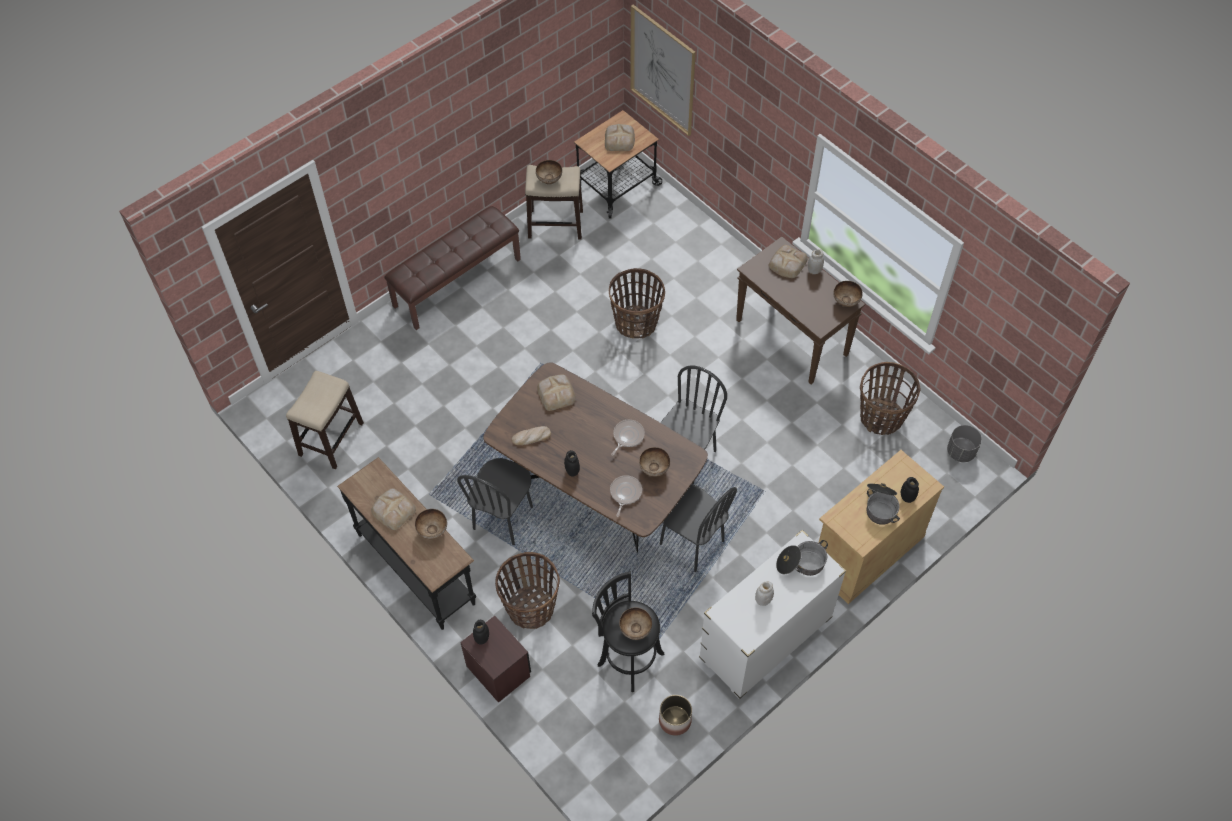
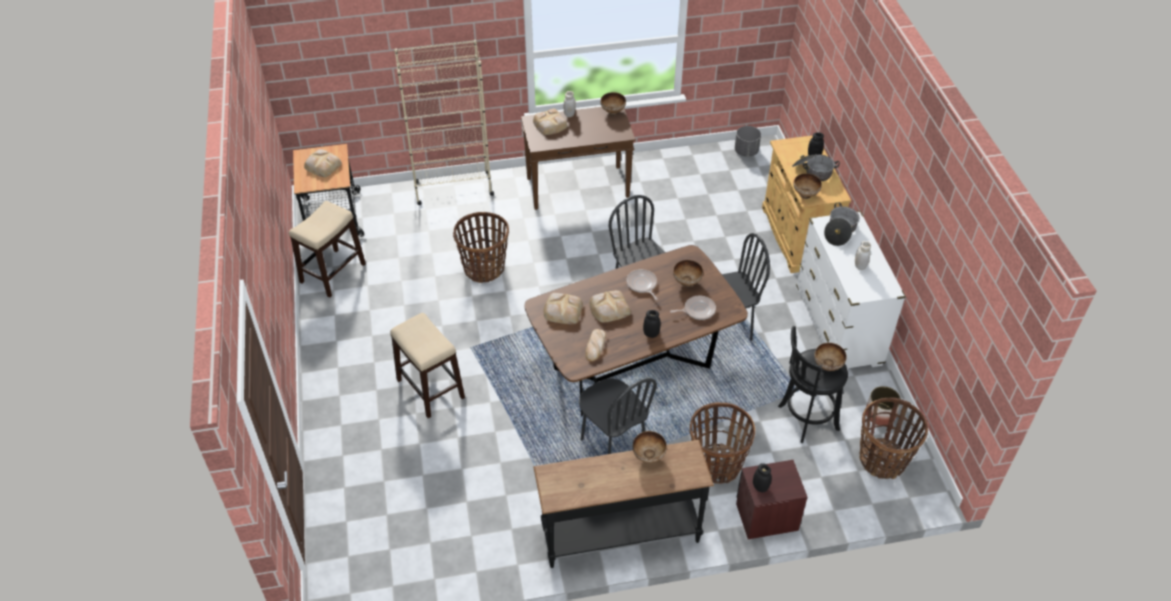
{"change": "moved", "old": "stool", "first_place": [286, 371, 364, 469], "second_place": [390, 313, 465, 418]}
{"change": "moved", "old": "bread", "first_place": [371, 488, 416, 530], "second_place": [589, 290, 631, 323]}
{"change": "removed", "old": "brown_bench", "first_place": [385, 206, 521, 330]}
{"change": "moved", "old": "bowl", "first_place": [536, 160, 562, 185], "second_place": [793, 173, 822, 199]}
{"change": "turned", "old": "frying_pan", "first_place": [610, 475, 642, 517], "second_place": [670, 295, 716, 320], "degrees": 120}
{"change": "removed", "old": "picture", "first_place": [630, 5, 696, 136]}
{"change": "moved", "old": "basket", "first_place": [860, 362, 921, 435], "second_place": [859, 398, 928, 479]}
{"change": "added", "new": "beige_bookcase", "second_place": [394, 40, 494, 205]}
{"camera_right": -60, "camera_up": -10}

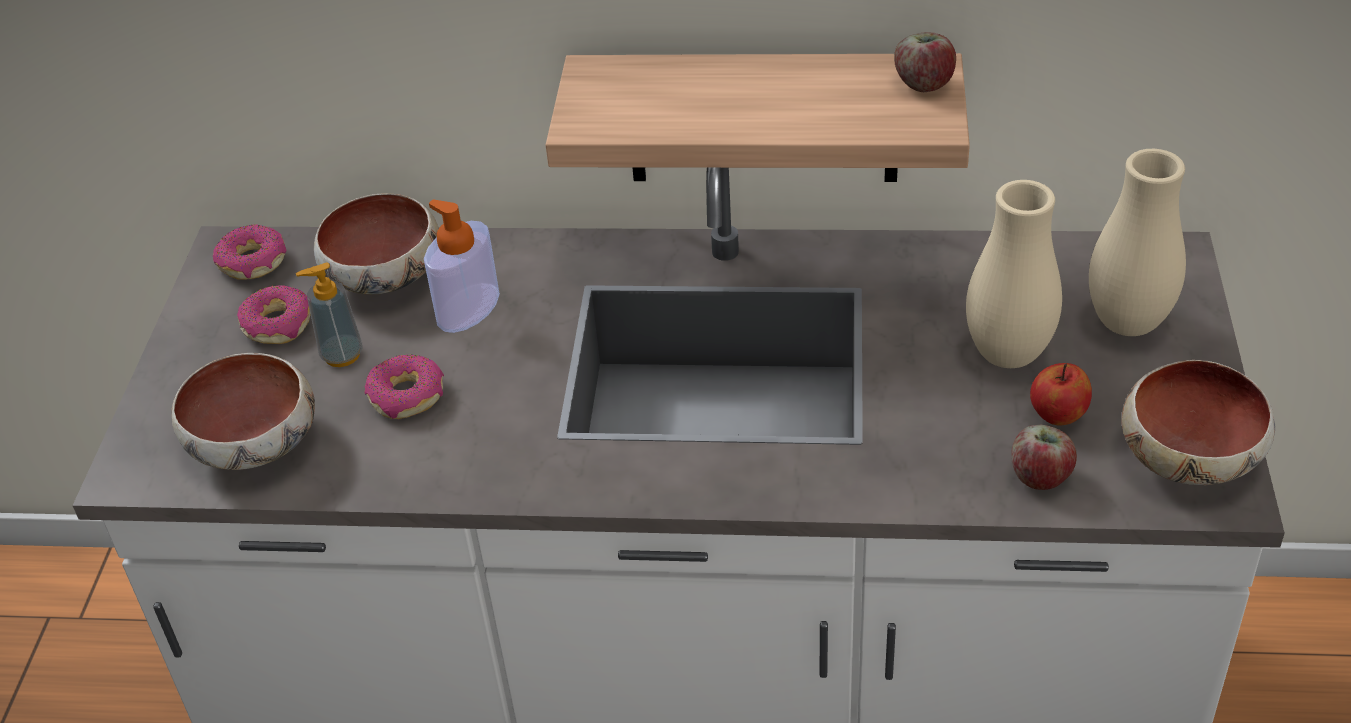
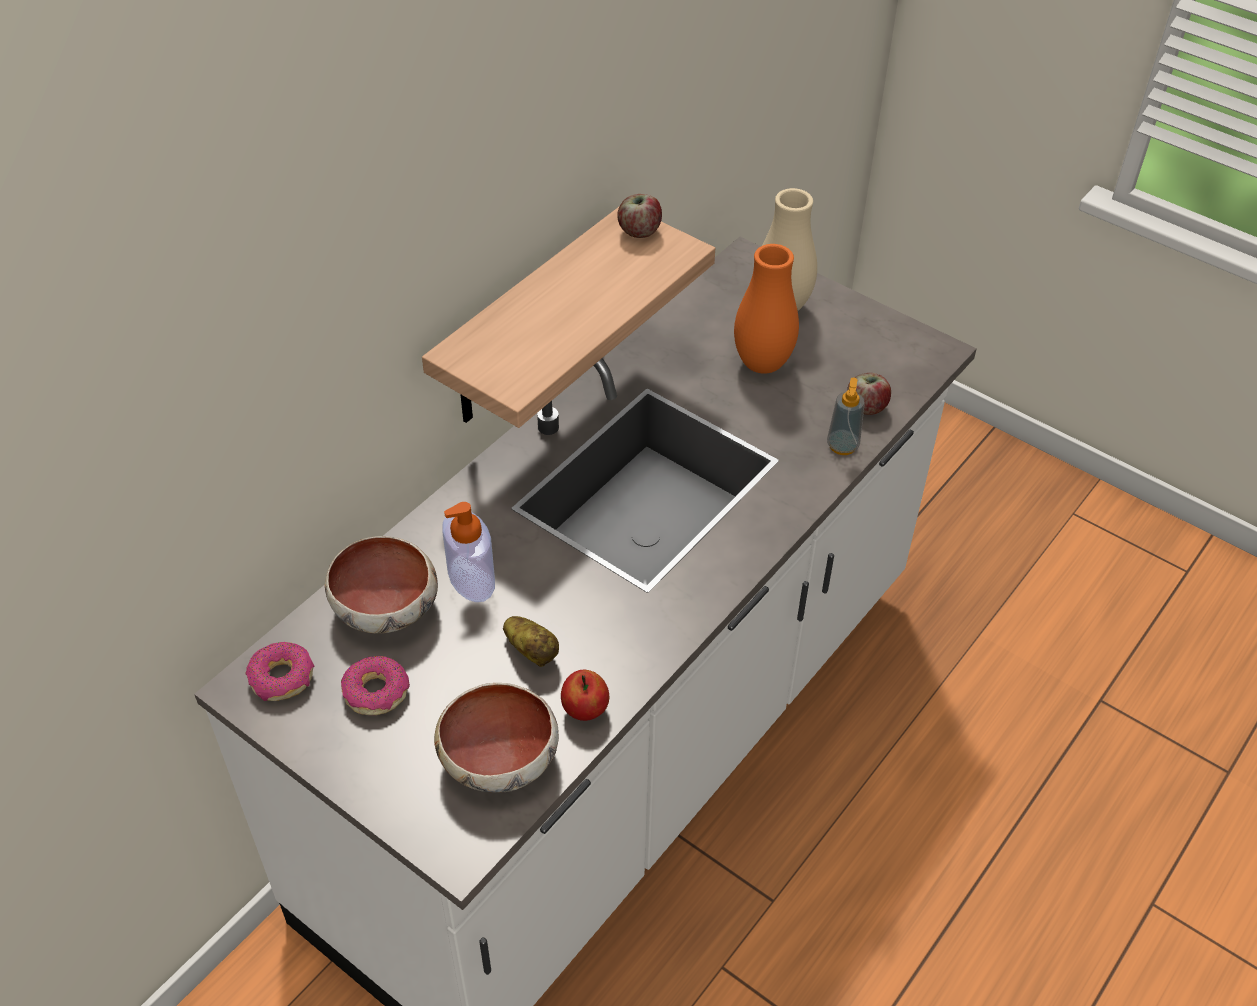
{"change": "moved", "old": "soap_dispenser", "first_place": [296, 262, 363, 367], "second_place": [827, 377, 865, 455]}
{"change": "replaced", "old": "donut", "new": "potato", "first_place": [365, 354, 444, 419], "second_place": [503, 616, 559, 667]}
{"change": "recoloured", "old": "beige_vase", "new": "orange_vase", "first_place": [966, 180, 1062, 368], "second_place": [734, 244, 799, 374]}
{"change": "moved", "old": "apple", "first_place": [1030, 363, 1092, 425], "second_place": [561, 670, 609, 721]}
{"change": "removed", "old": "bowl", "first_place": [1122, 360, 1275, 485]}
{"camera_right": -60, "camera_up": 5}

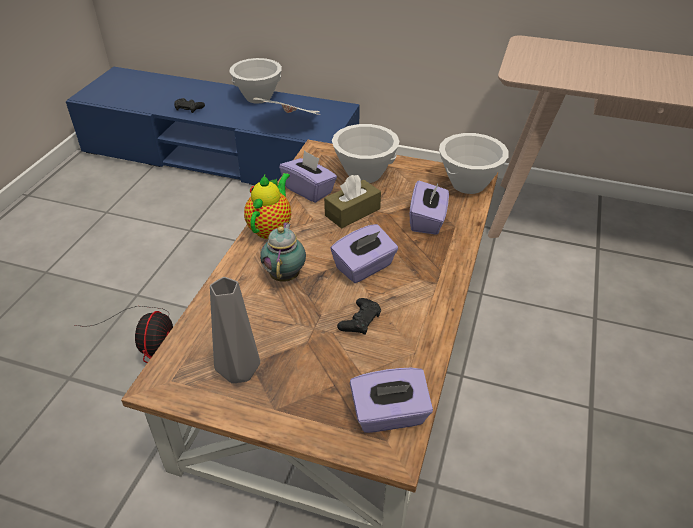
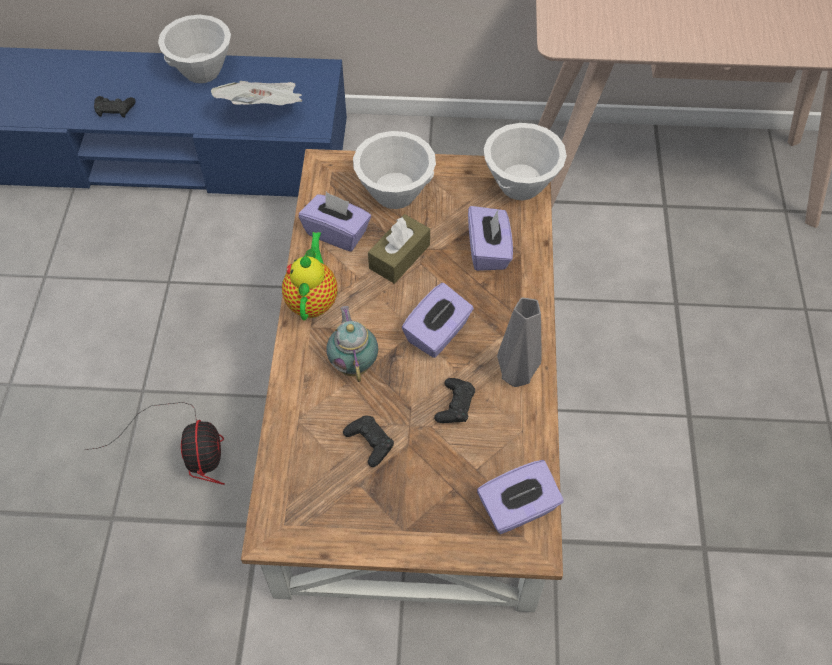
{"change": "moved", "old": "grey_vase", "first_place": [210, 277, 260, 384], "second_place": [497, 298, 541, 387]}
{"change": "added", "new": "black_game_controller", "second_place": [343, 415, 394, 467]}
{"camera_right": -15, "camera_up": 15}

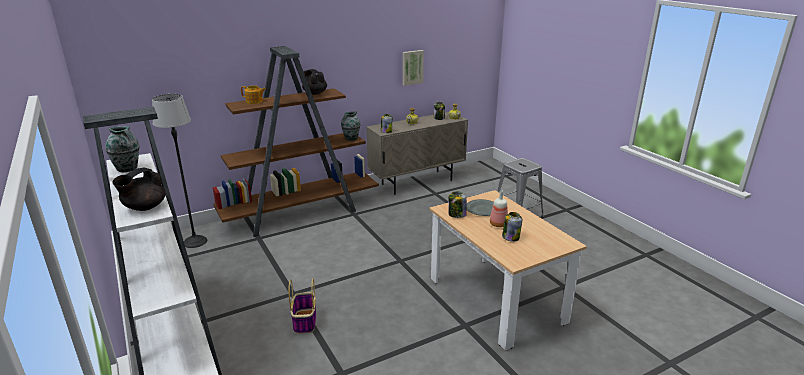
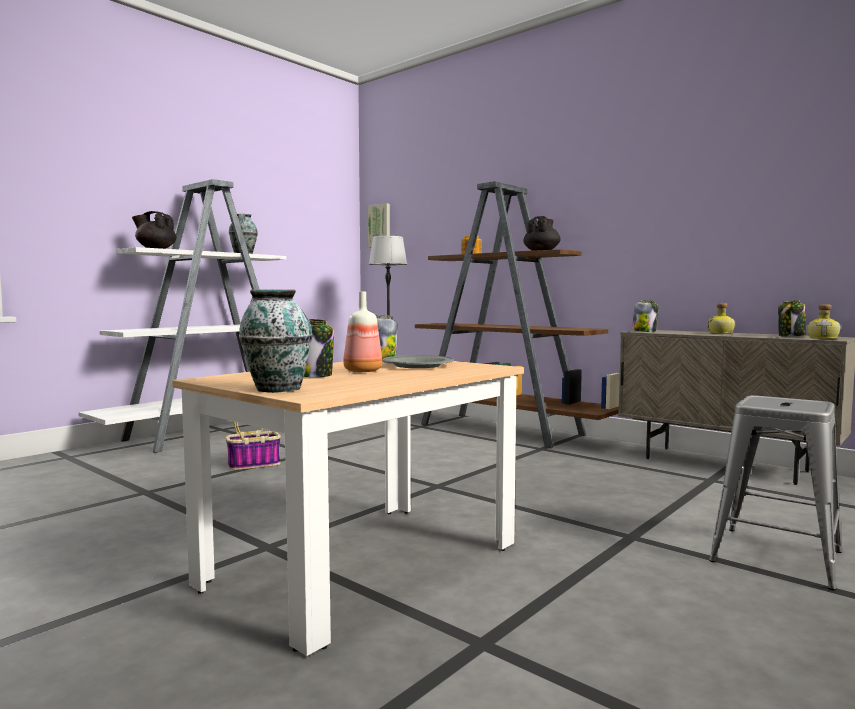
{"change": "moved", "old": "vase", "first_place": [341, 111, 360, 141], "second_place": [239, 289, 313, 393]}
{"change": "moved", "old": "picture", "first_place": [403, 50, 424, 86], "second_place": [367, 203, 390, 248]}
{"camera_right": 70, "camera_up": -20}

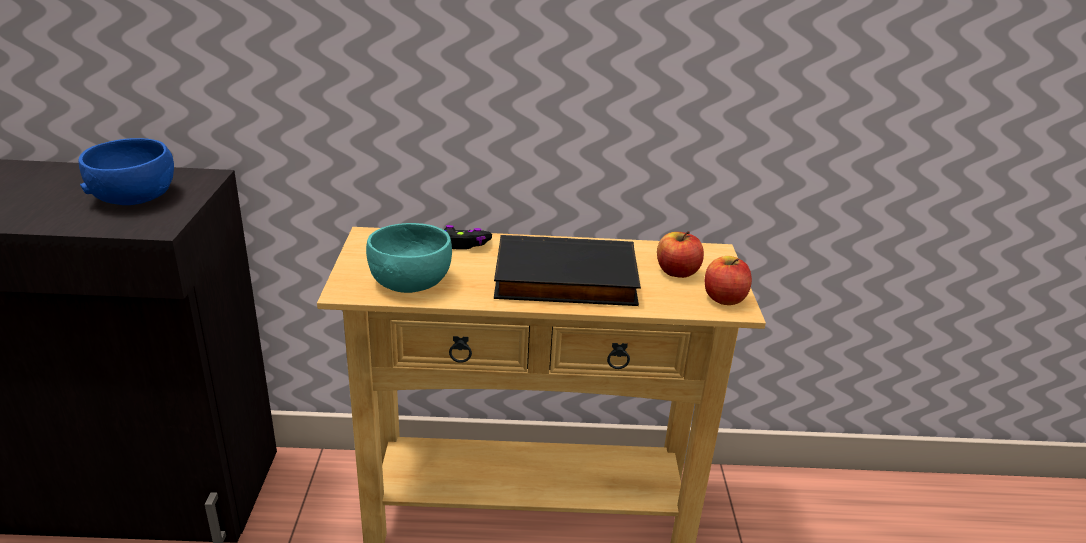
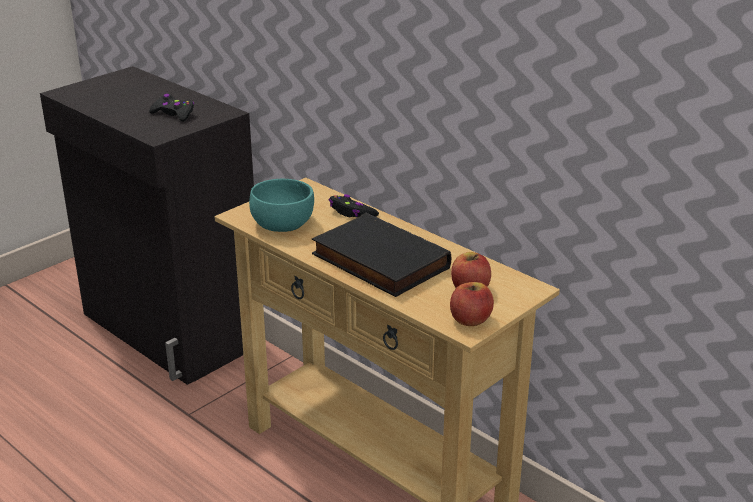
{"change": "replaced", "old": "blue_bowl", "new": "black_game_controller", "first_place": [78, 138, 174, 205], "second_place": [149, 94, 194, 121]}
{"camera_right": 45, "camera_up": 0}

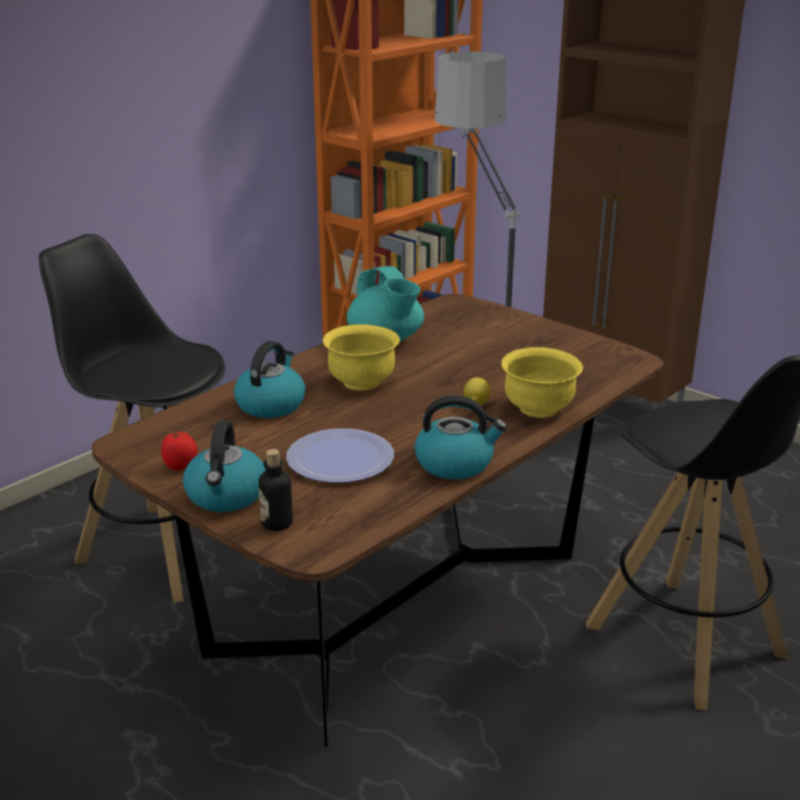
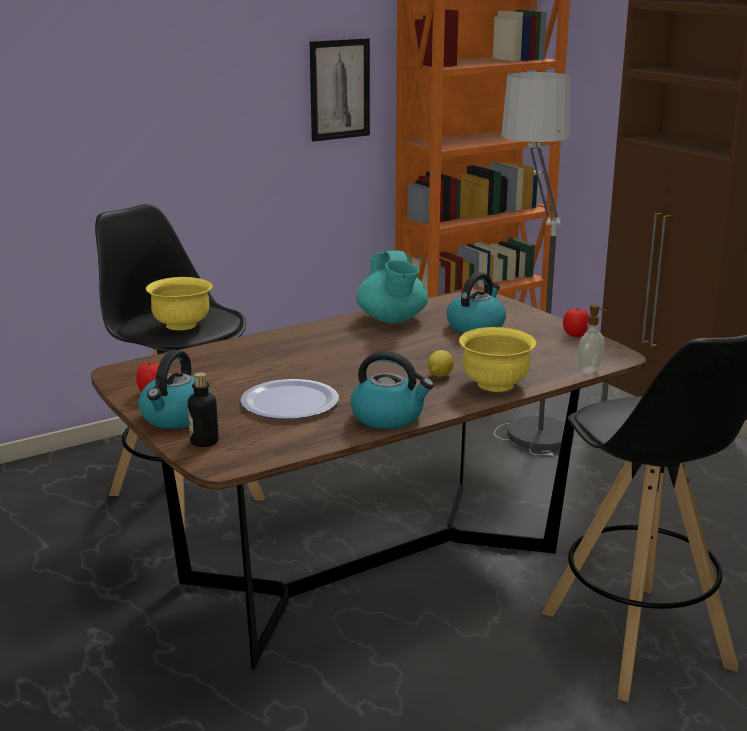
{"change": "moved", "old": "kettle", "first_place": [234, 341, 305, 418], "second_place": [446, 272, 506, 334]}
{"change": "moved", "old": "yellow_bowl", "first_place": [323, 324, 400, 390], "second_place": [146, 277, 213, 330]}
{"change": "added", "new": "picture", "second_place": [310, 38, 370, 142]}
{"change": "added", "new": "tomato", "second_place": [563, 308, 589, 337]}
{"change": "added", "new": "soap_dispenser", "second_place": [578, 304, 607, 374]}
{"camera_right": 15, "camera_up": -5}

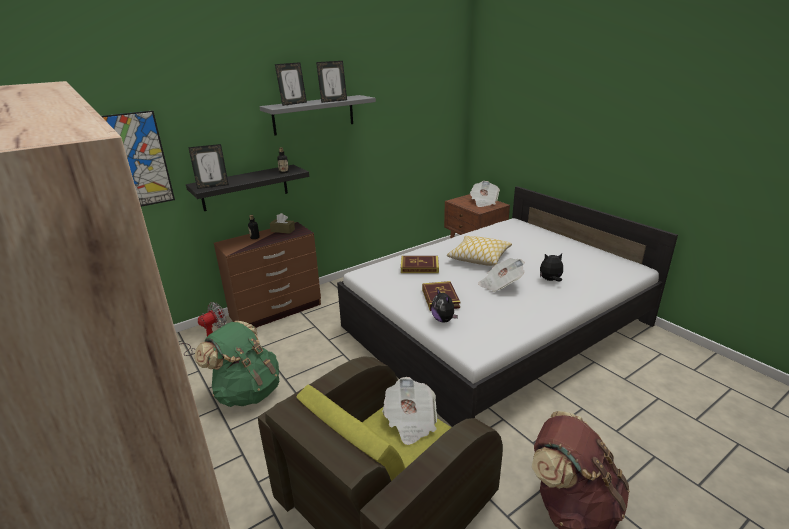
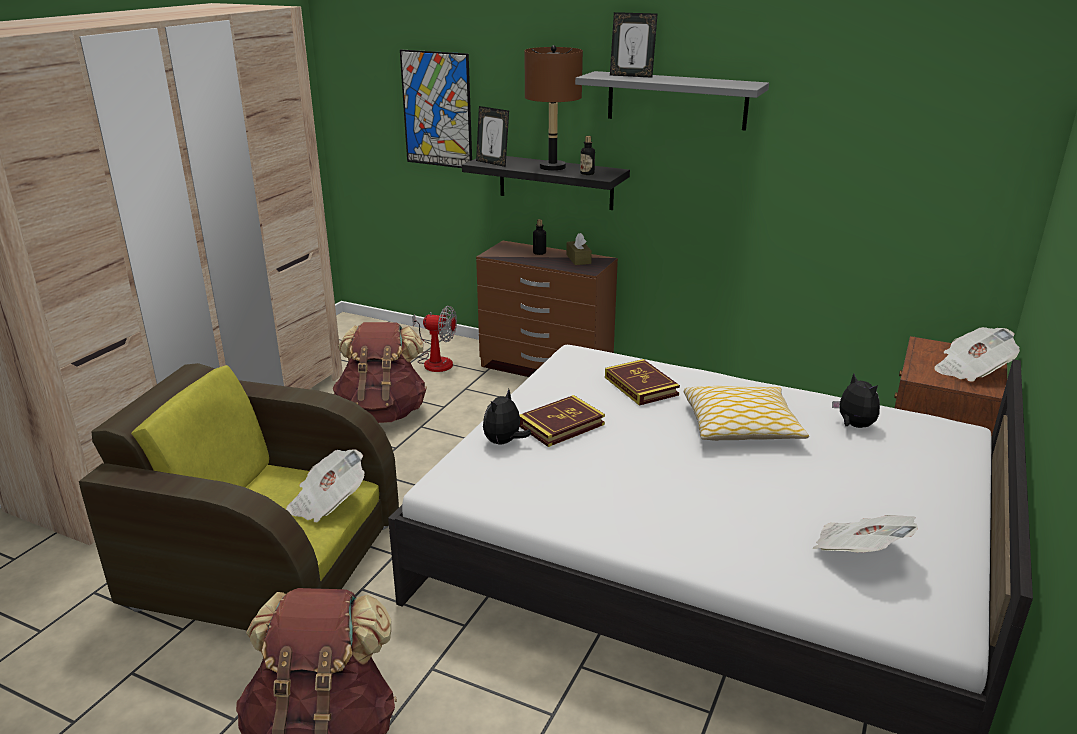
{"change": "recoloured", "old": "green_backpack", "new": "brown_backpack", "first_place": [194, 321, 279, 407], "second_place": [333, 322, 427, 423]}
{"change": "removed", "old": "picture_frame", "first_place": [316, 61, 347, 103]}
{"change": "moved", "old": "newspaper", "first_place": [478, 258, 525, 292], "second_place": [812, 515, 918, 552]}
{"change": "moved", "old": "plush_toy", "first_place": [540, 254, 563, 282], "second_place": [832, 373, 880, 428]}
{"change": "added", "new": "brown_table_lamp", "second_place": [524, 45, 583, 171]}
{"camera_right": 60, "camera_up": 0}

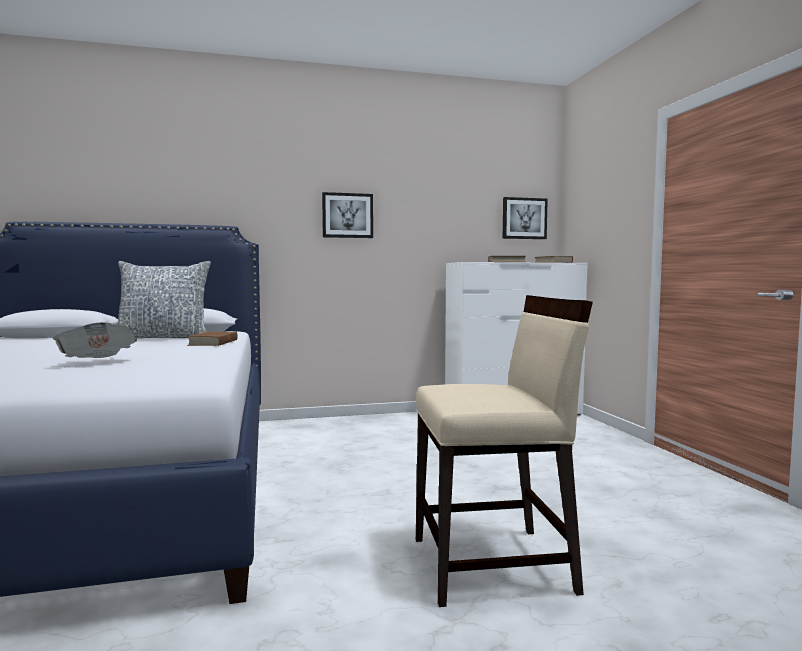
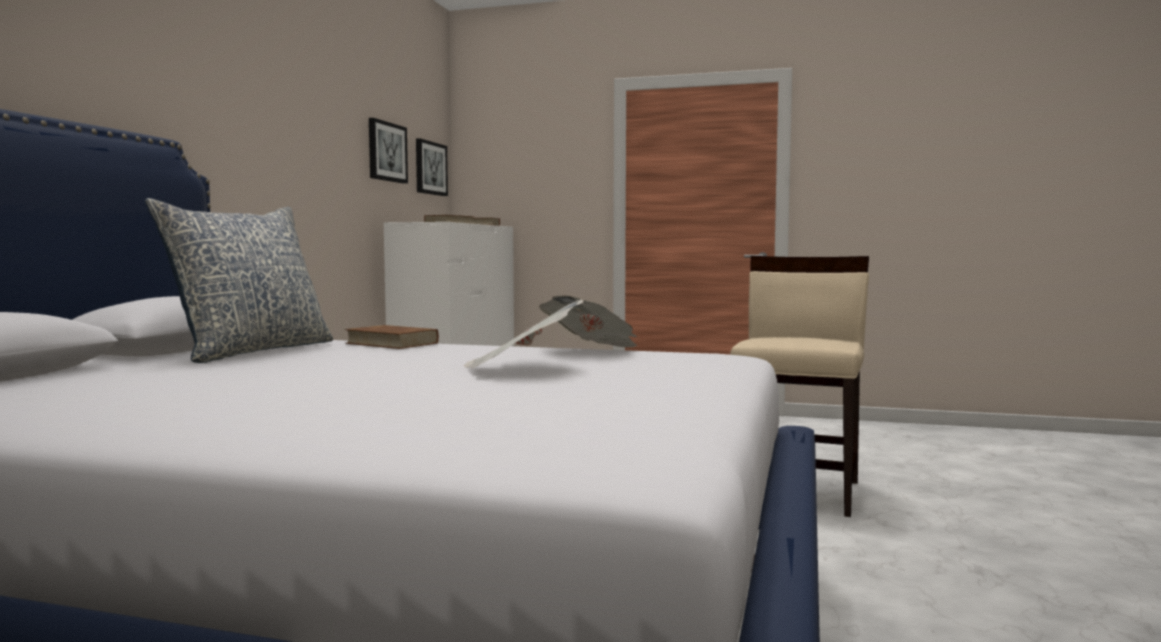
{"change": "moved", "old": "picture", "first_place": [322, 192, 373, 238], "second_place": [369, 118, 408, 184]}
{"change": "added", "new": "newspaper", "second_place": [539, 295, 638, 347]}
{"camera_right": -60, "camera_up": 0}

